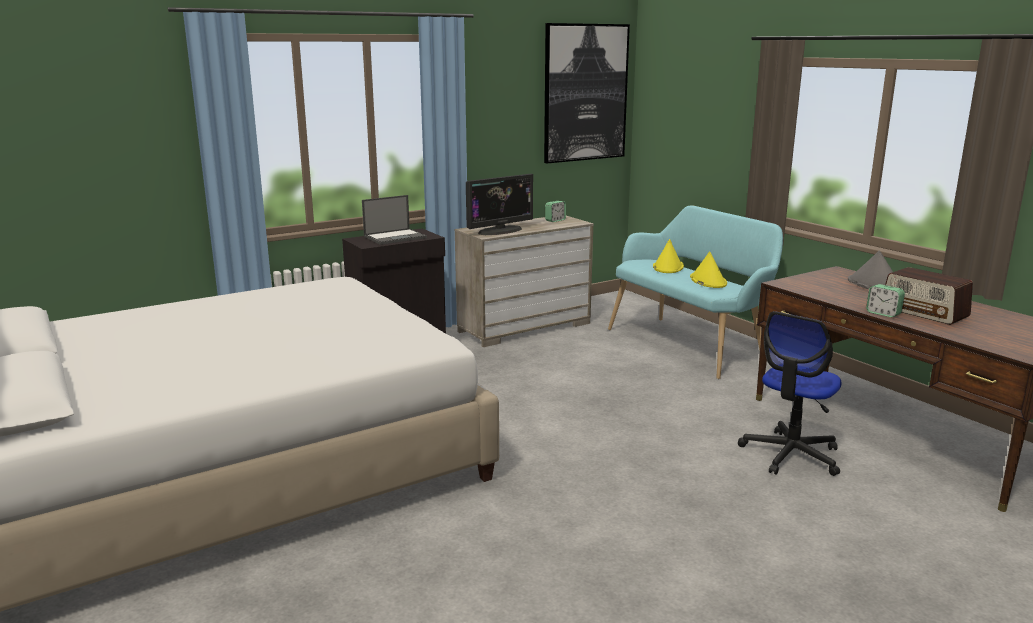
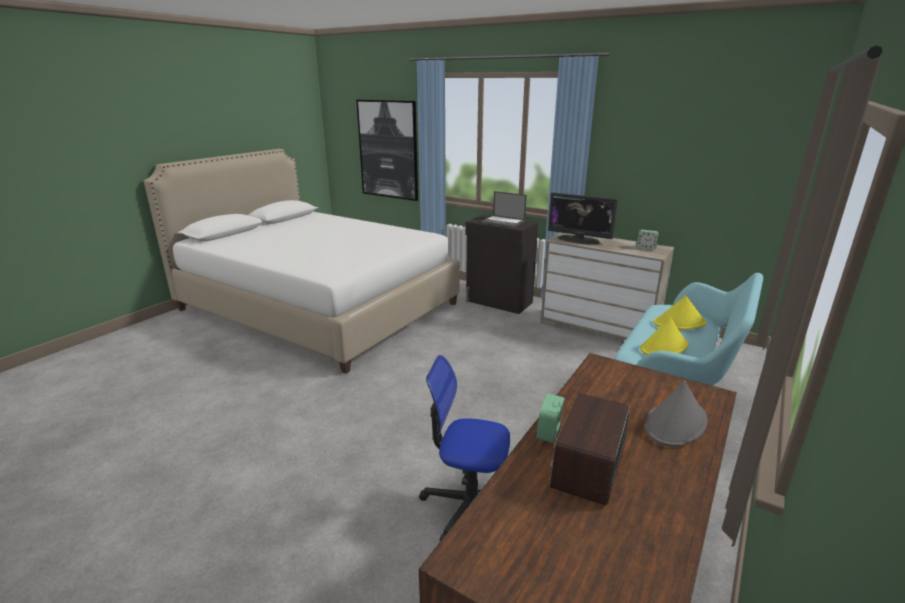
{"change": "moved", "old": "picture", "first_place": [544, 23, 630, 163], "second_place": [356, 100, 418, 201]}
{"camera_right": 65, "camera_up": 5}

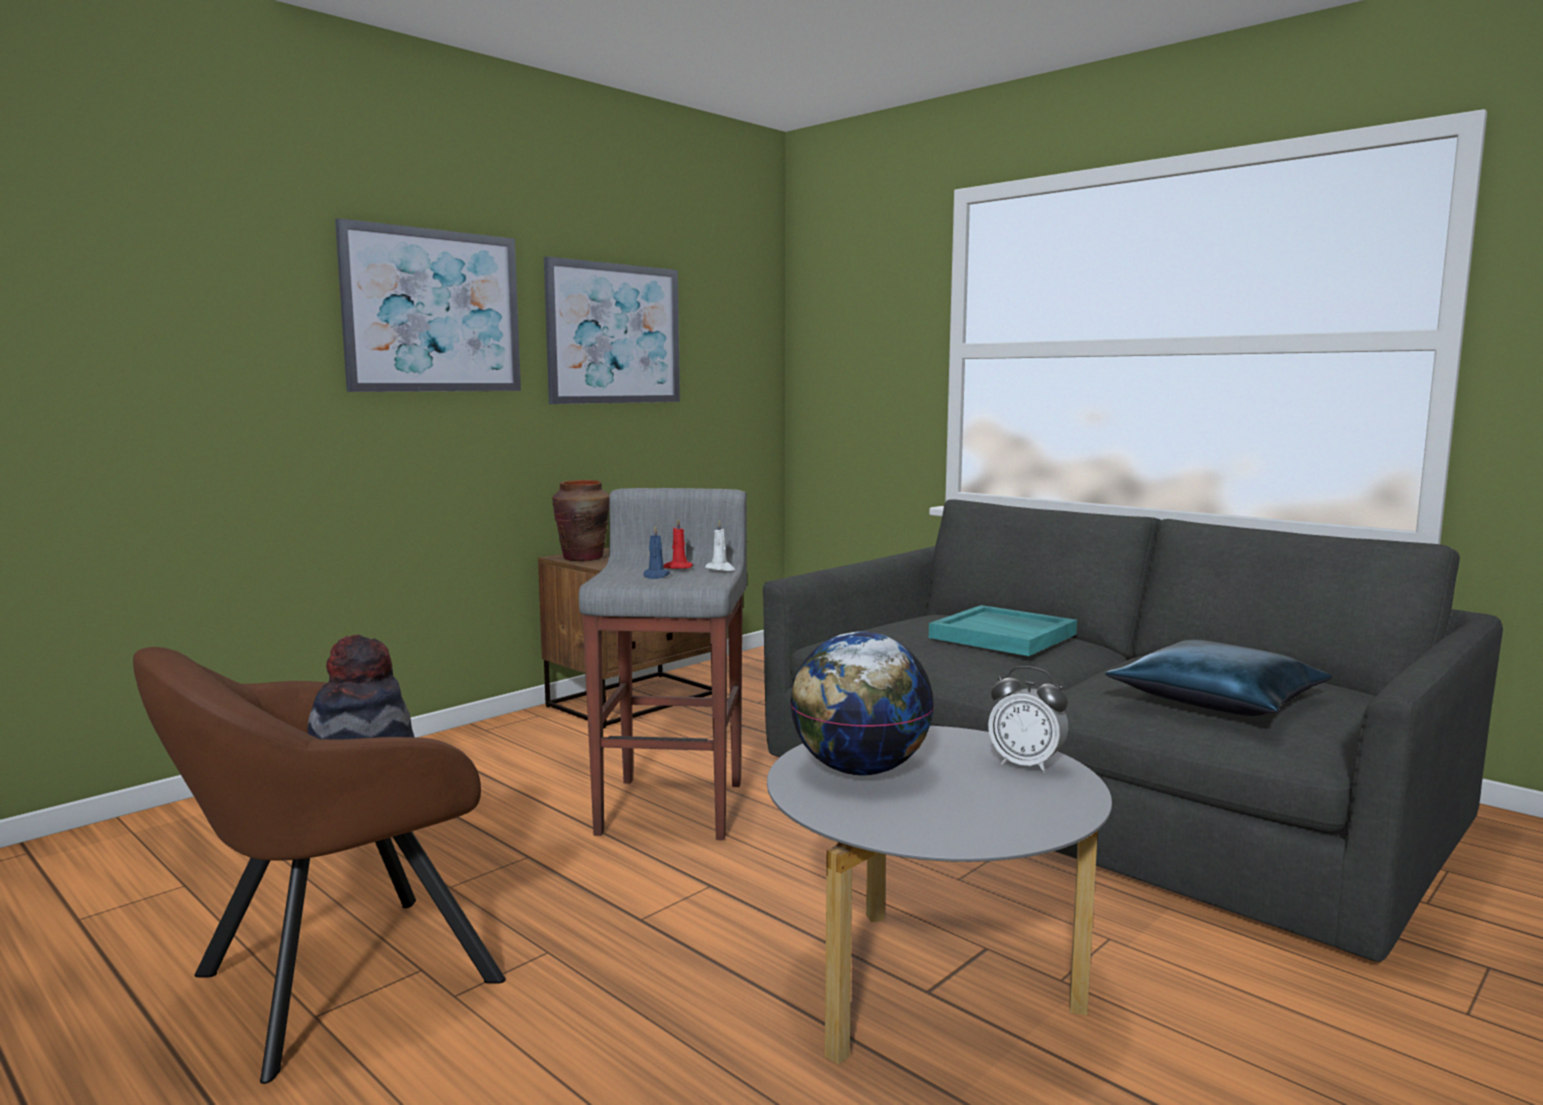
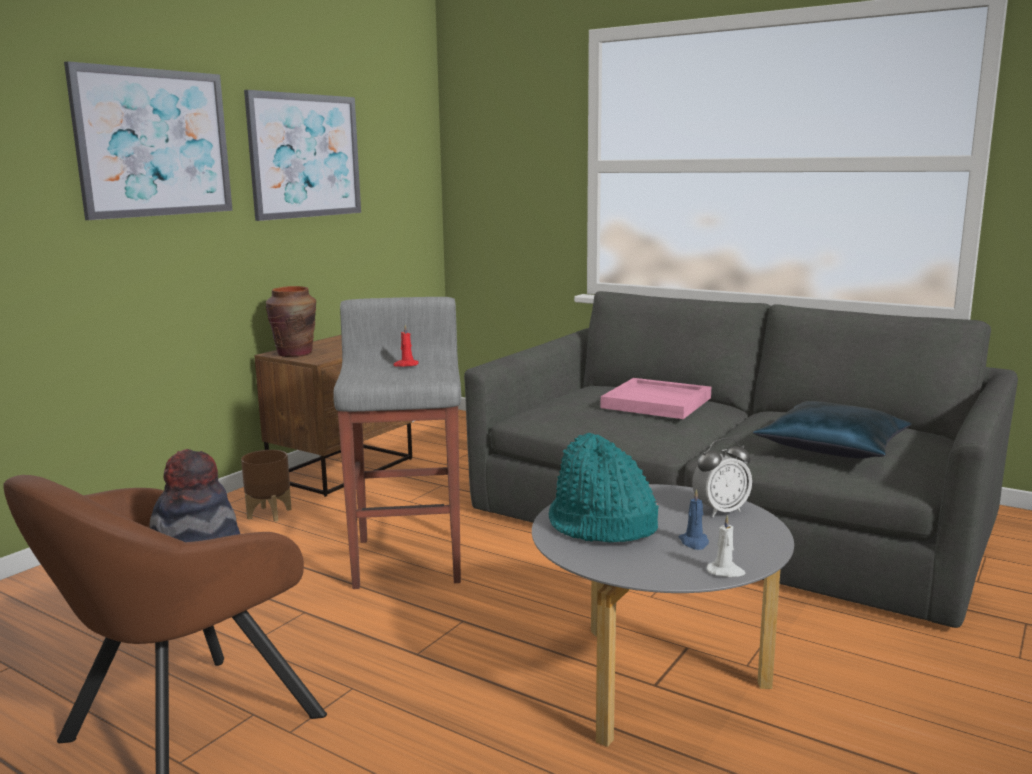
{"change": "moved", "old": "blue_candle", "first_place": [643, 525, 671, 579], "second_place": [679, 489, 709, 550]}
{"change": "moved", "old": "white_candle", "first_place": [705, 519, 735, 571], "second_place": [707, 515, 745, 577]}
{"change": "replaced", "old": "globe", "new": "turquoise_hat", "first_place": [790, 631, 934, 776], "second_place": [549, 433, 659, 542]}
{"change": "recoloured", "old": "turquoise_tray", "new": "pink_tray", "first_place": [929, 605, 1077, 656], "second_place": [601, 378, 711, 419]}
{"change": "turned", "old": "alarm_clock", "first_place": [988, 666, 1068, 773], "second_place": [692, 438, 752, 517], "degrees": -45}
{"change": "added", "new": "brown_planter", "second_place": [241, 450, 292, 522]}
{"camera_right": -10, "camera_up": 5}

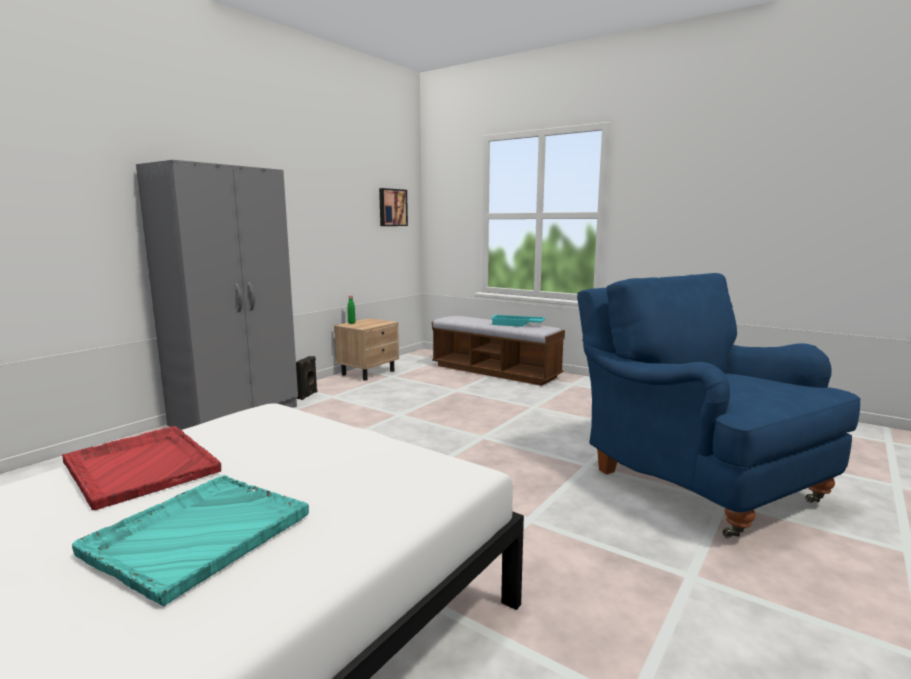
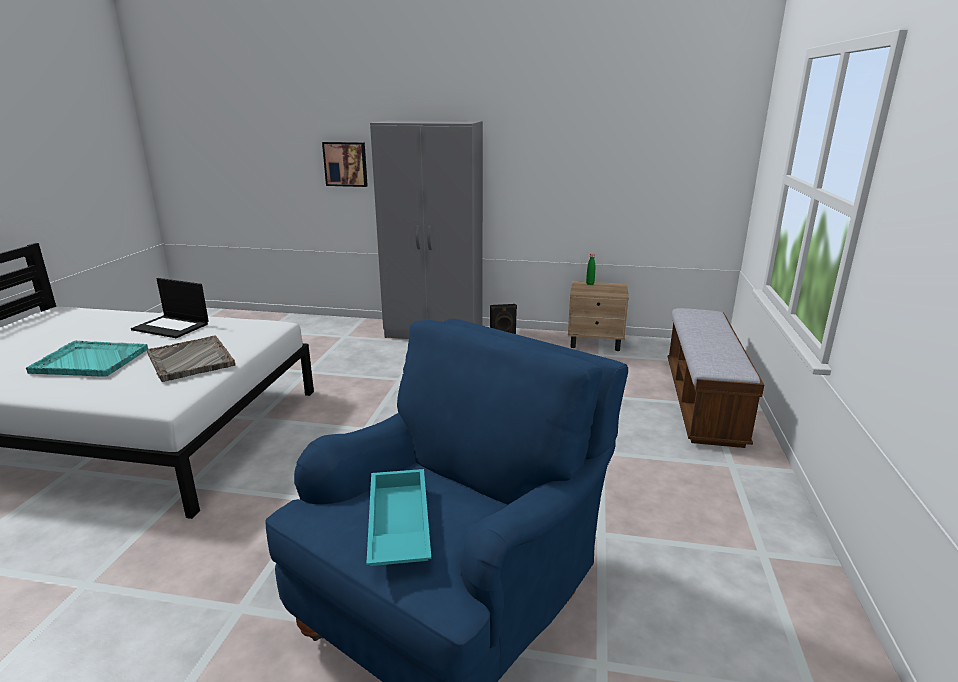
{"change": "replaced", "old": "red_tray", "new": "laptop", "first_place": [62, 426, 221, 510], "second_place": [131, 278, 209, 338]}
{"change": "moved", "old": "picture", "first_place": [379, 188, 408, 226], "second_place": [322, 142, 368, 187]}
{"change": "moved", "old": "turquoise_tray", "first_place": [491, 315, 546, 327], "second_place": [366, 469, 431, 566]}
{"change": "added", "new": "grey_tray", "second_place": [147, 335, 235, 382]}
{"camera_right": 65, "camera_up": 10}

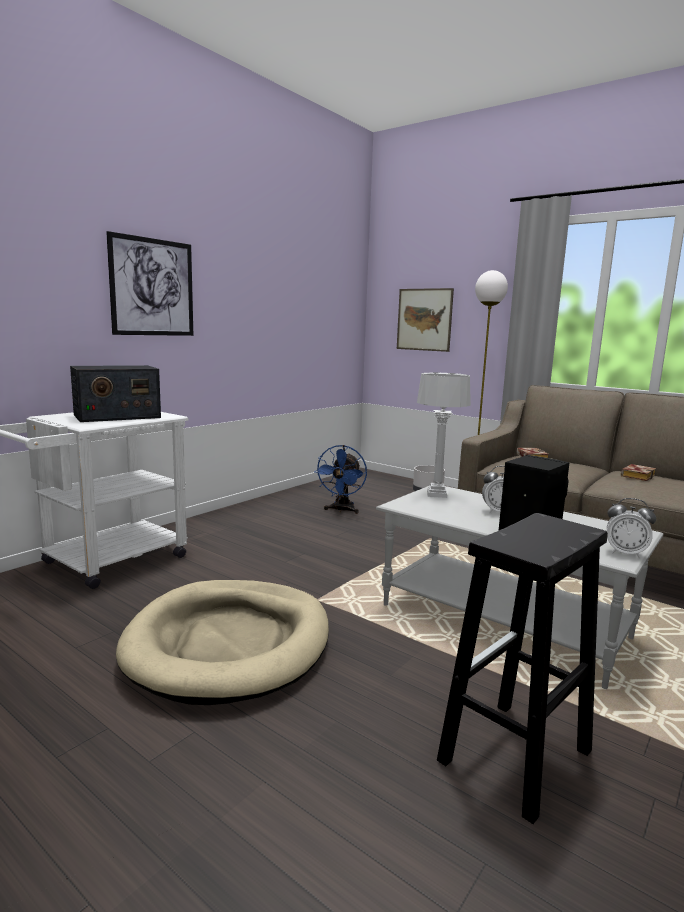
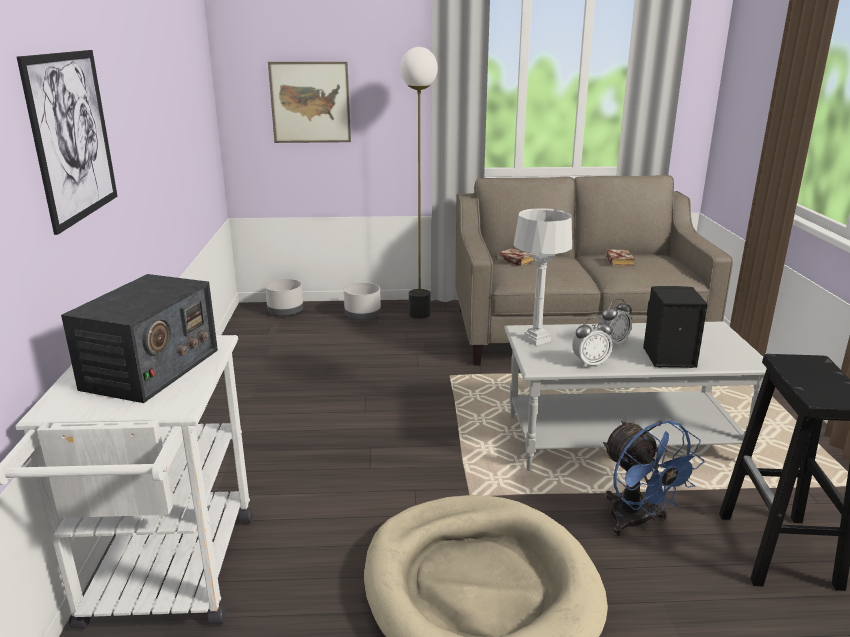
{"change": "moved", "old": "blue_fan", "first_place": [314, 445, 367, 514], "second_place": [603, 420, 705, 536]}
{"change": "moved", "old": "alarm_clock", "first_place": [607, 498, 656, 558], "second_place": [572, 317, 612, 367]}
{"change": "added", "new": "grey_planter", "second_place": [265, 279, 303, 316]}
{"camera_right": -40, "camera_up": 10}

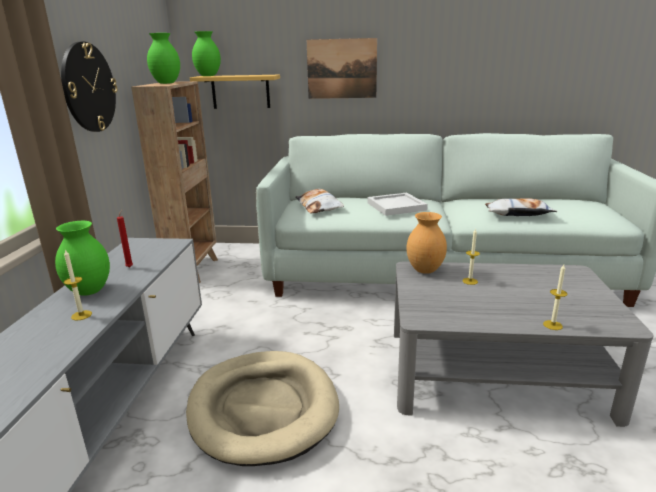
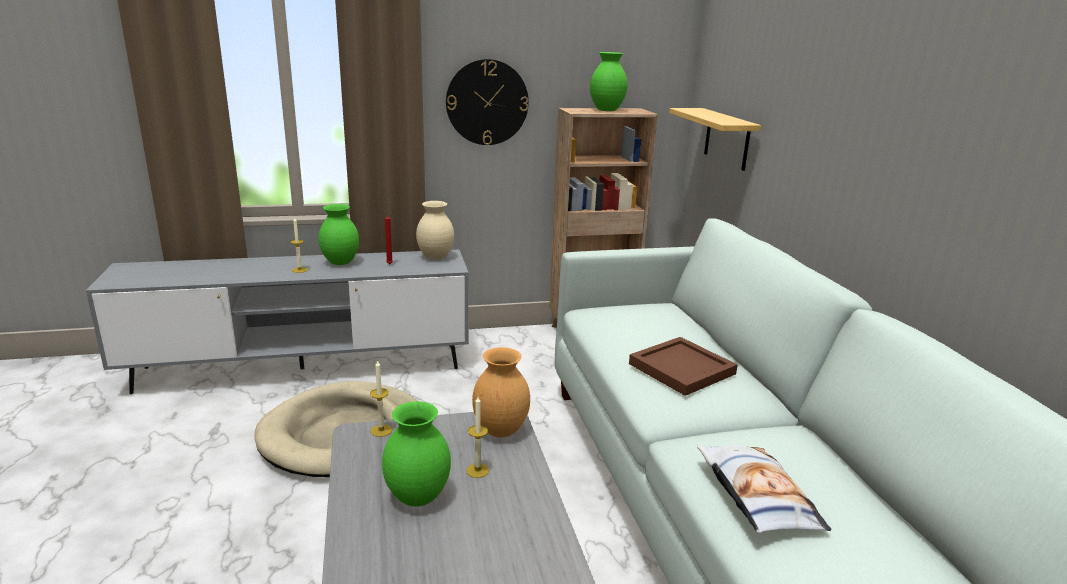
{"change": "moved", "old": "green_vase", "first_place": [192, 31, 221, 76], "second_place": [382, 401, 451, 507]}
{"change": "removed", "old": "pillow", "first_place": [295, 189, 344, 214]}
{"change": "removed", "old": "picture", "first_place": [307, 38, 377, 99]}
{"change": "recoloured", "old": "white_tray", "new": "brown_tray", "first_place": [367, 193, 428, 216], "second_place": [629, 337, 738, 396]}
{"change": "moved", "old": "candle", "first_place": [543, 264, 567, 330], "second_place": [370, 360, 392, 437]}
{"change": "added", "new": "beige_vase", "second_place": [416, 201, 454, 260]}
{"camera_right": 70, "camera_up": 0}

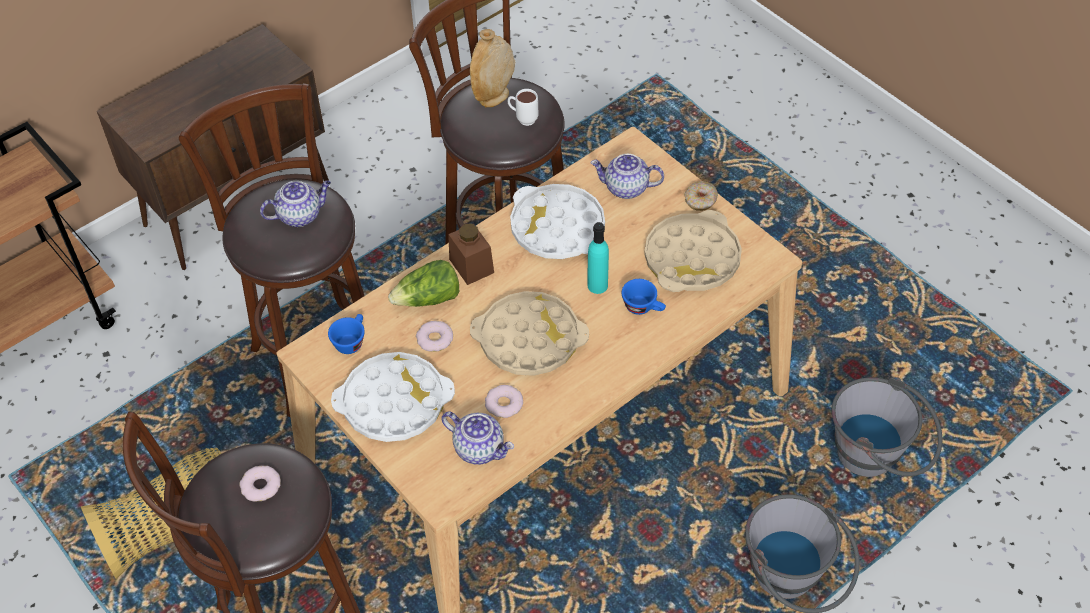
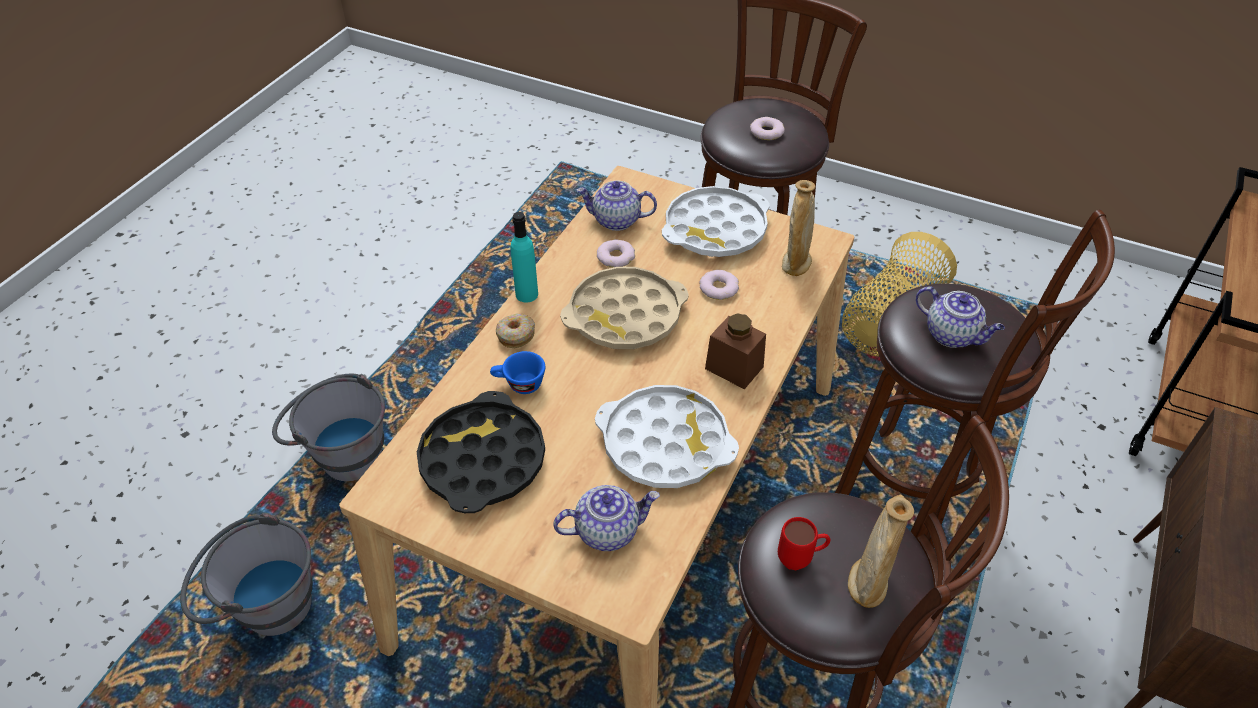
{"change": "turned", "old": "teapot", "first_place": [260, 181, 331, 227], "second_place": [916, 286, 1005, 348], "degrees": -90}
{"change": "replaced", "old": "blue_cup", "new": "beige_vase", "first_place": [328, 314, 365, 354], "second_place": [782, 180, 815, 276]}
{"change": "removed", "old": "lettuce", "first_place": [388, 260, 459, 307]}
{"change": "recoloured", "old": "white_mug", "new": "red_mug", "first_place": [507, 89, 538, 126], "second_place": [778, 517, 830, 570]}
{"change": "moved", "old": "turquoise_bottle", "first_place": [588, 222, 609, 294], "second_place": [511, 212, 538, 302]}
{"change": "recoloured", "old": "beige_tray", "new": "black_tray", "first_place": [644, 210, 742, 292], "second_place": [417, 391, 545, 513]}
{"change": "moved", "old": "donut", "first_place": [684, 181, 718, 211], "second_place": [496, 314, 535, 348]}
{"camera_right": 155, "camera_up": -5}

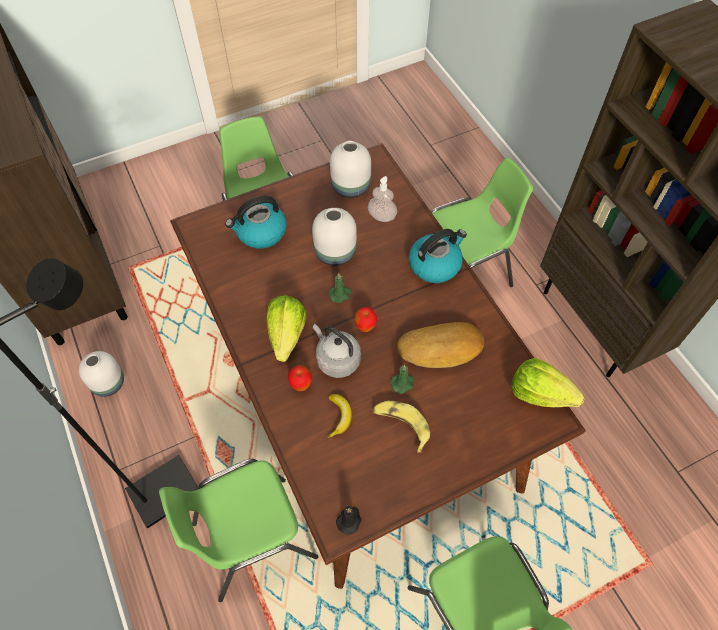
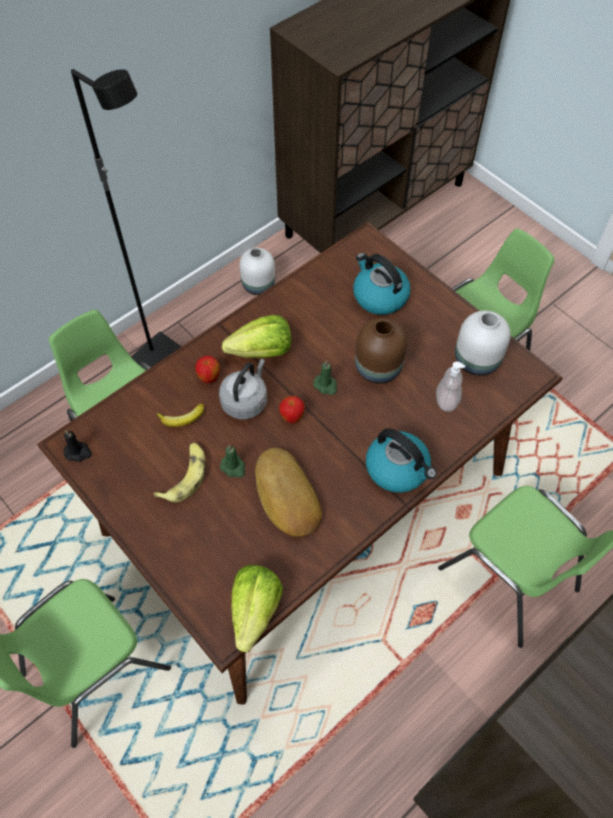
{"change": "recoloured", "old": "white_vase", "new": "brown_vase", "first_place": [312, 208, 357, 266], "second_place": [355, 318, 407, 384]}
{"camera_right": 75, "camera_up": 0}

